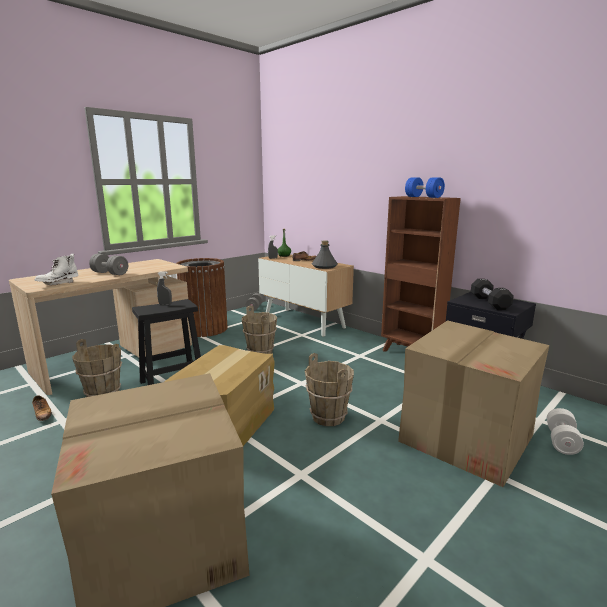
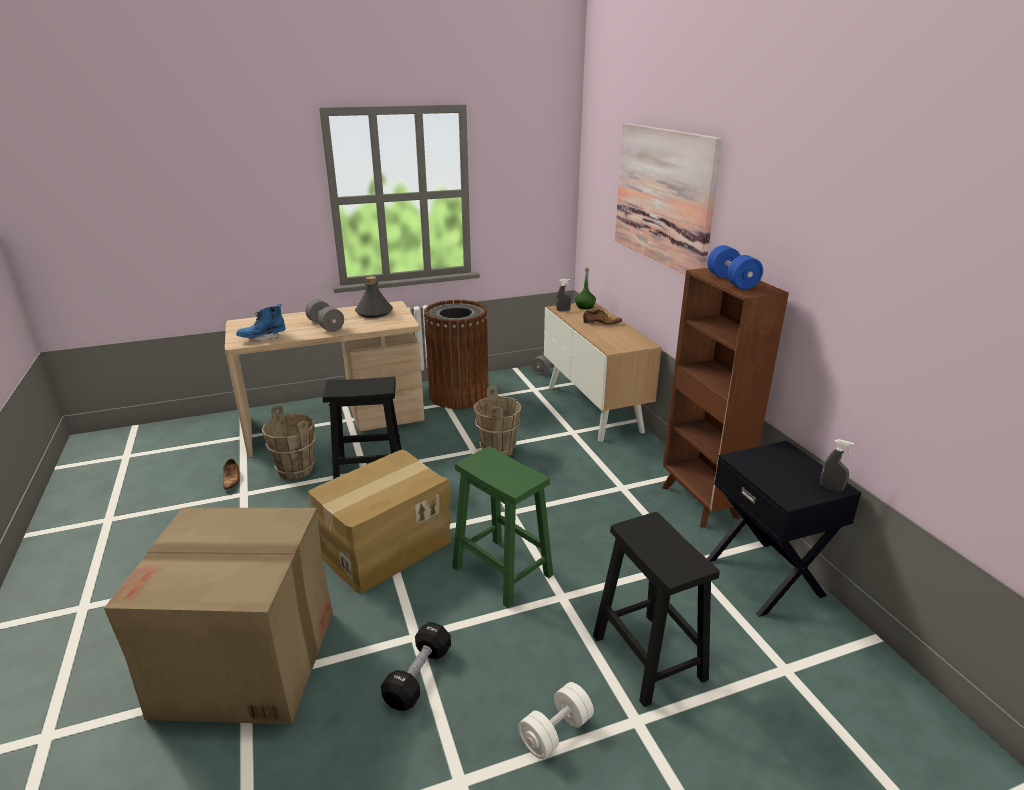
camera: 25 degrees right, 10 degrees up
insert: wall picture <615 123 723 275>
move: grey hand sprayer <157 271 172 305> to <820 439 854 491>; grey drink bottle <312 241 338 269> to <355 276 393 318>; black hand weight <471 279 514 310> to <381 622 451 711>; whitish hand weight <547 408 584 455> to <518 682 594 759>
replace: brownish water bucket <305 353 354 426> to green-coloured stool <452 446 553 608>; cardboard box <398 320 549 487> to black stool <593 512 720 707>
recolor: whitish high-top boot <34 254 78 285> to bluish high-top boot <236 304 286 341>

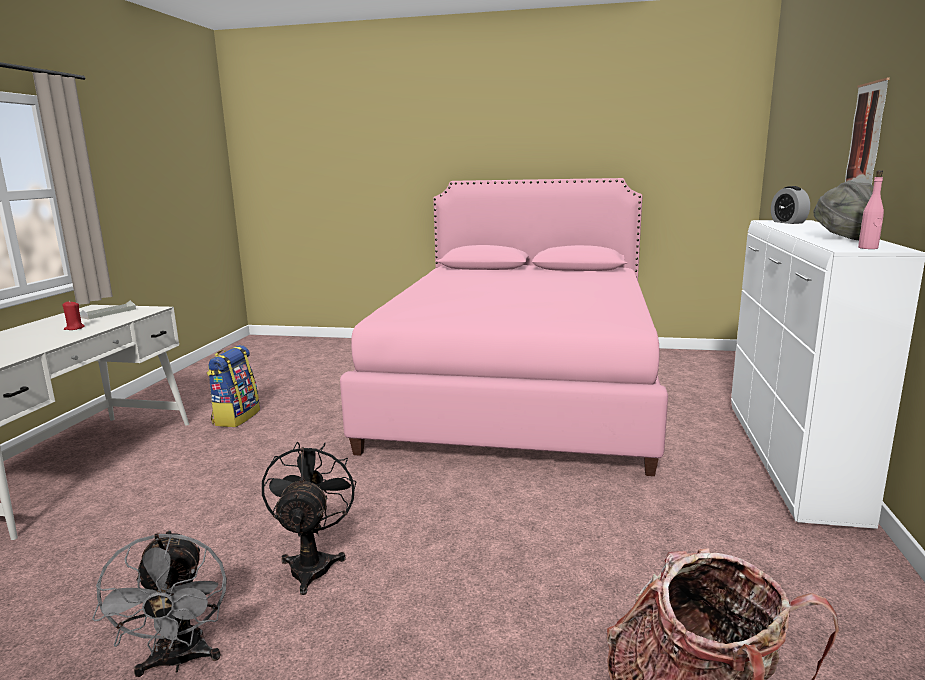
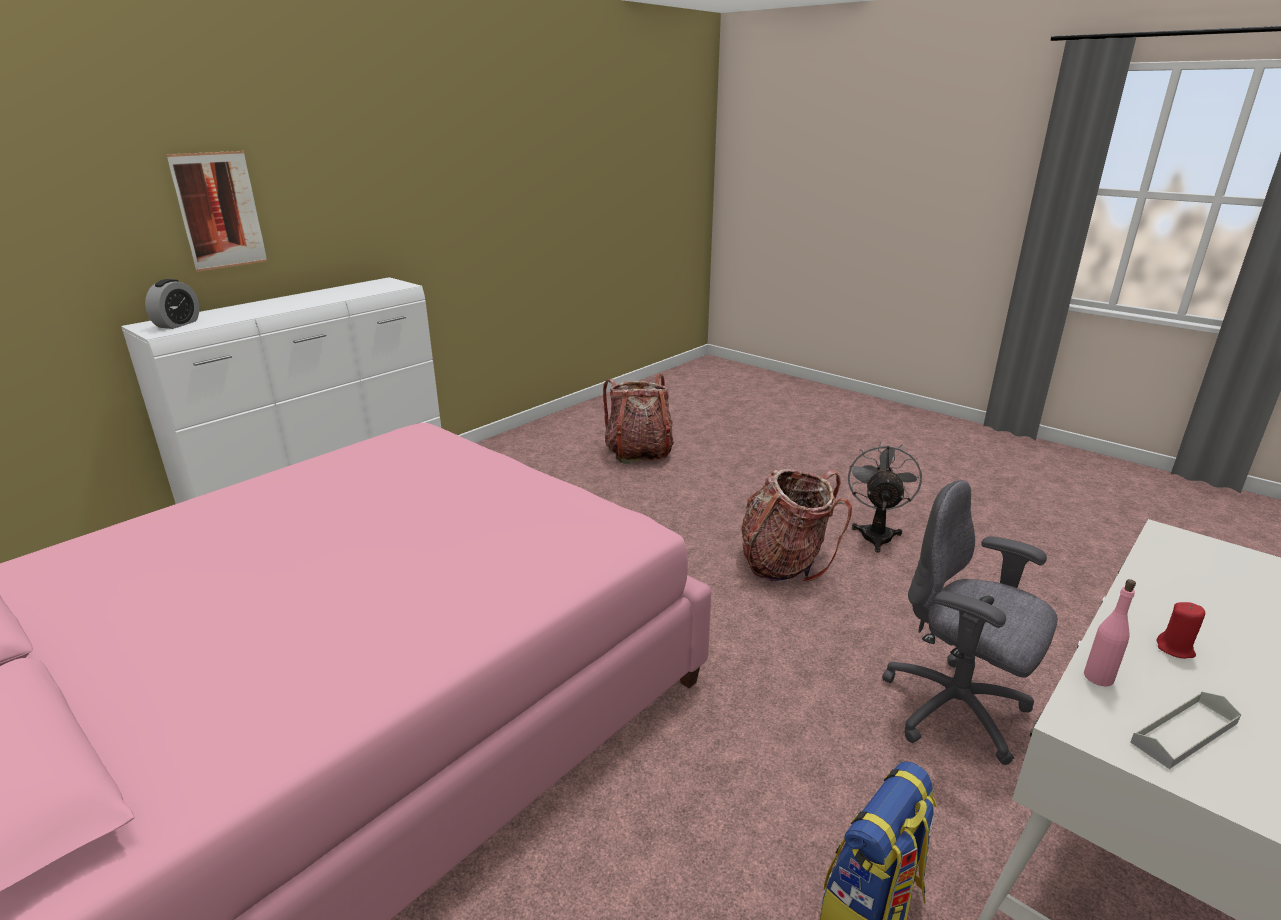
camera: 150 degrees left, 10 degrees up
delete: grey hat <814 181 873 240>
insert: grey office chair <882 480 1058 765>
move: pink drink bottle <858 170 884 249> to <1084 579 1136 687>
replace: black cooling fan <262 442 356 595> to knapsack <741 469 852 582>

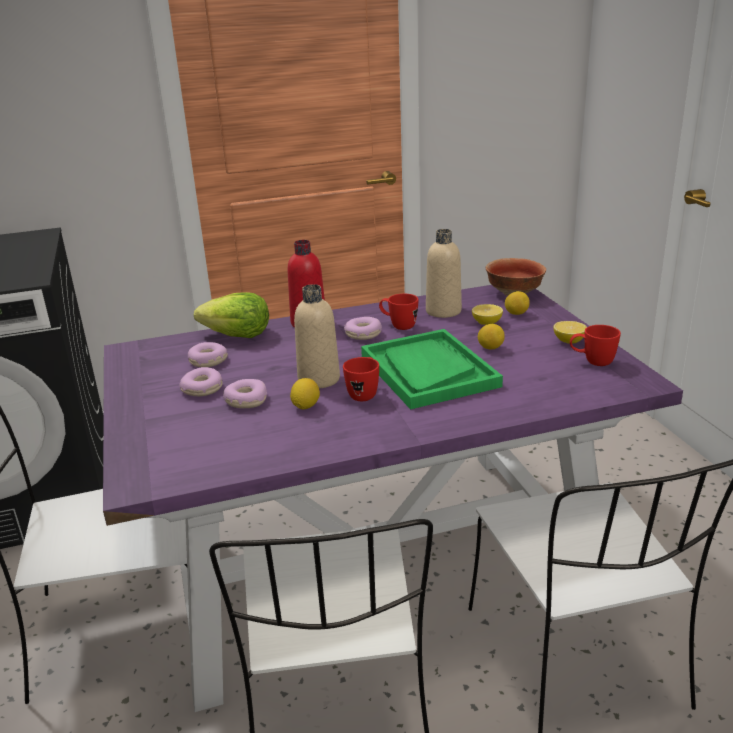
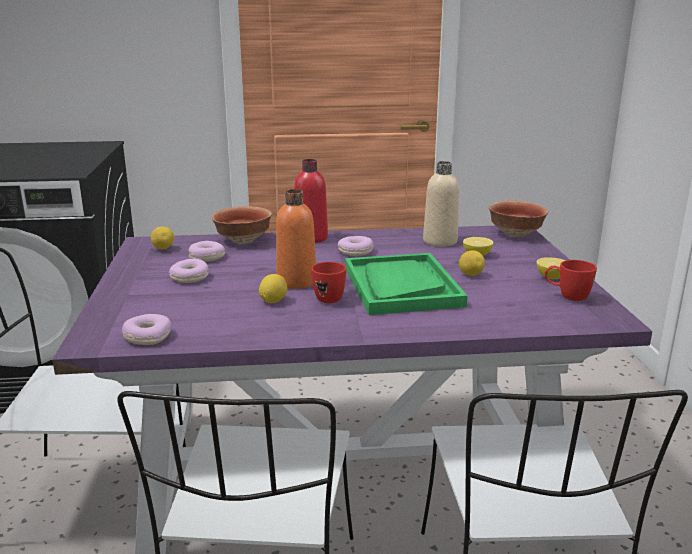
camera: 10 degrees right, 5 degrees down
delete: red tea mug <379 294 419 330>
move: donut <223 379 267 408> to <122 314 171 345>; citrus fruit <505 291 530 315> to <151 227 174 249>
replace: lettuce head <194 292 269 338> to deep dish <212 206 272 244>
recolor: sand-coloured drink bottle <294 284 340 388> to orange drink bottle <276 189 316 289>

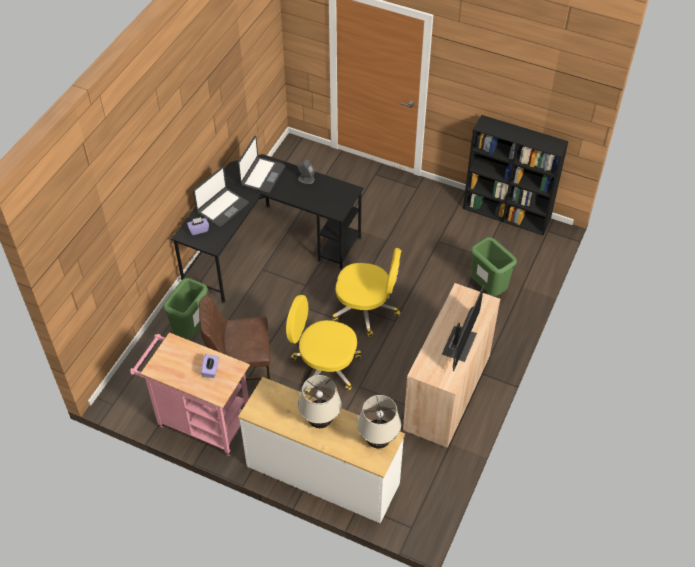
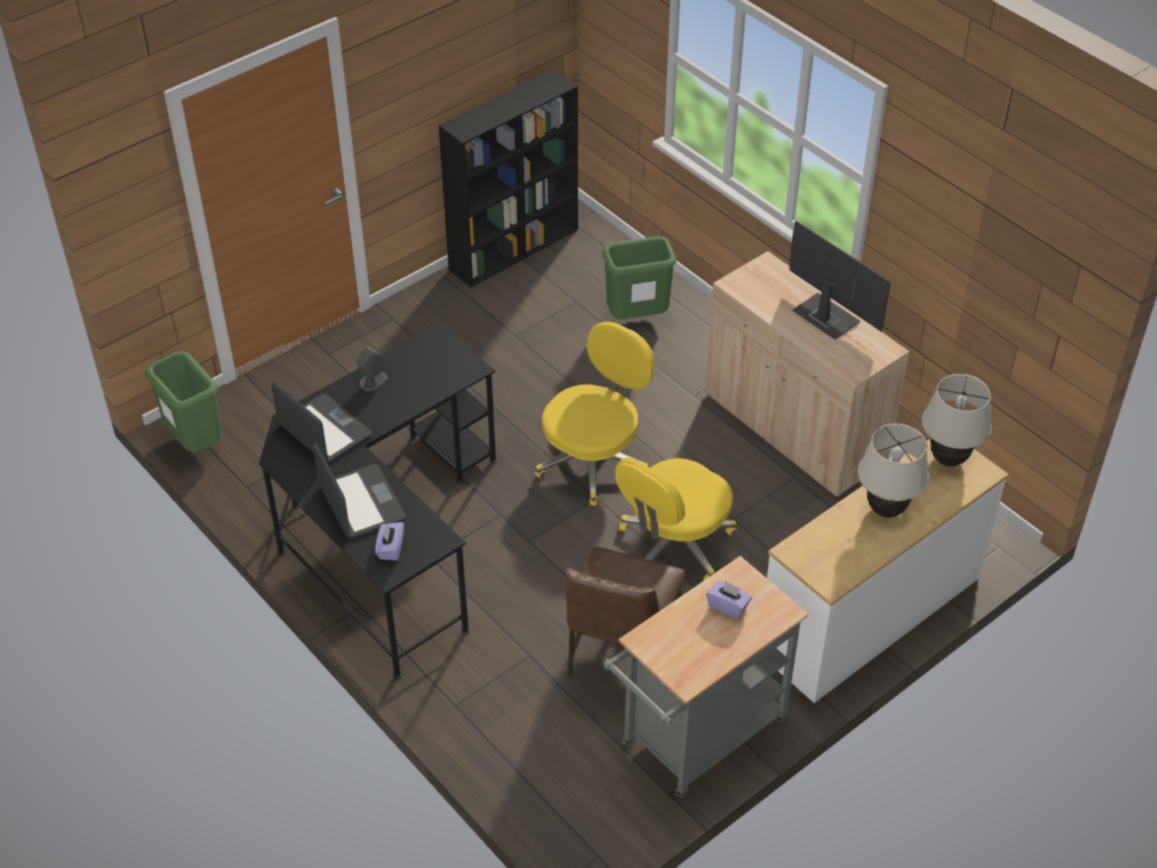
camera: 65 degrees left, 5 degrees down
move: green-coloured rubbish bin <163 278 208 339> to <145 351 221 452>
recolor: pink trolley <130 332 250 456> to grey trolley <604 556 808 798>

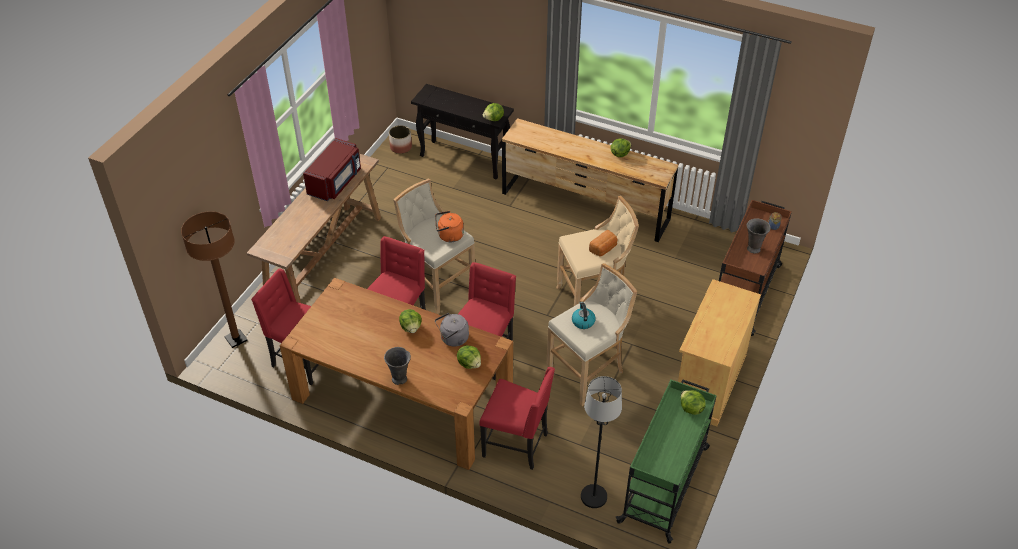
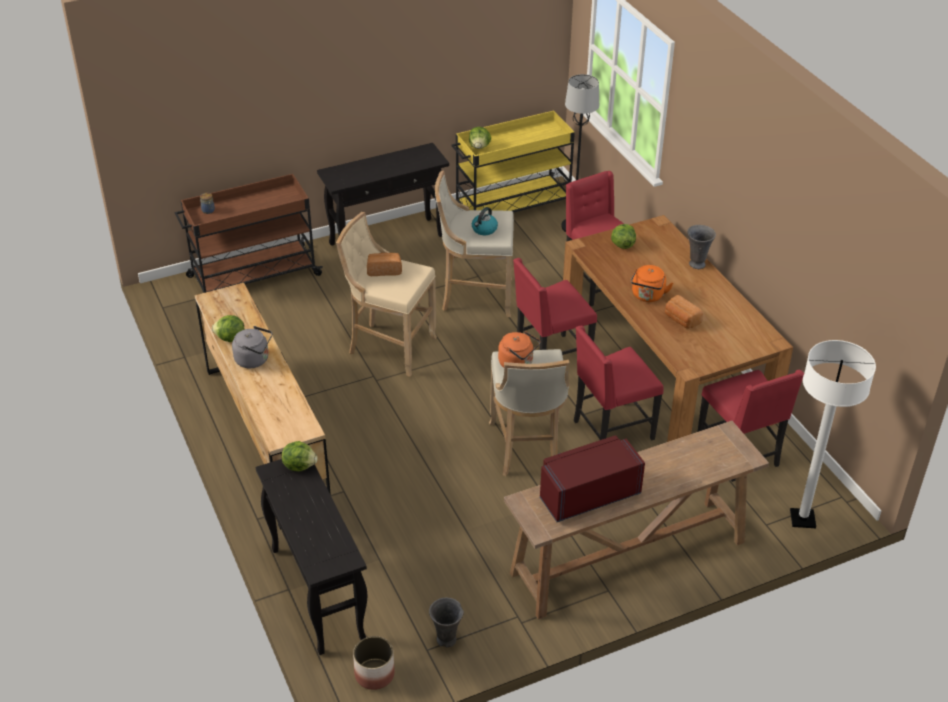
camera: 140 degrees left, 5 degrees down
insert: baked bread <665 295 703 329>
move: grey tea kettle <435 313 469 347> to <232 326 272 368>; grey decorative vase <746 218 771 253> to <429 598 464 648>
replace: lettuce head <399 309 422 333> to orange tea kettle <631 265 673 302>; sand-coloured storage cabinet <678 279 761 427> to black narrow table <317 143 449 246>
recolor: brownish standing lamp <181 211 248 348> to whitish standing lamp <790 340 876 528>; green-coloured trolley <615 380 717 544> to yellowish trolley <452 111 575 213>

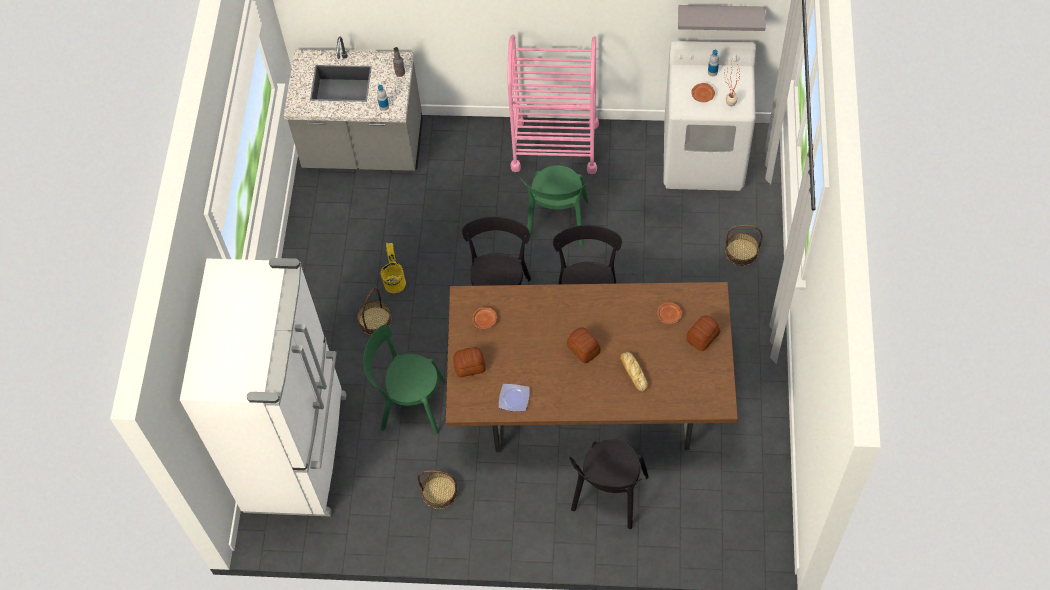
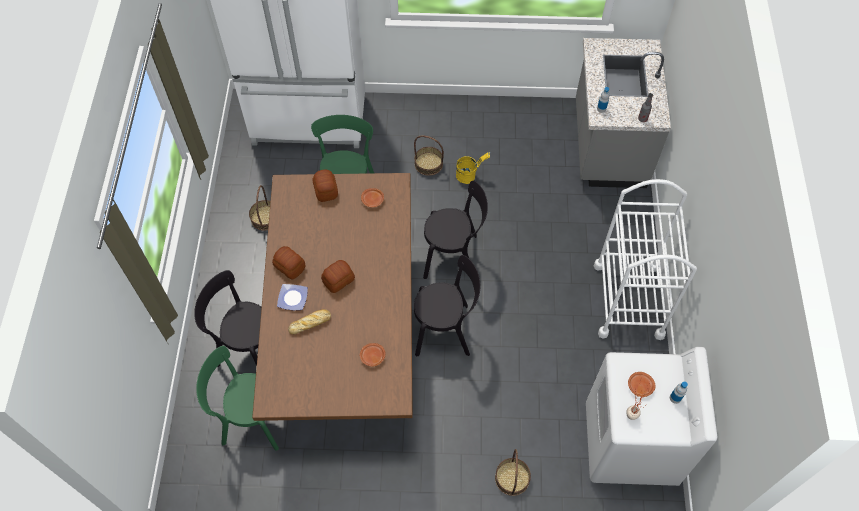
camera: 85 degrees right, 0 degrees up
delete: grey wall shelf <678 5 766 31>
move: plate <499 384 530 412> to <277 284 308 310>; green-coloured chair <520 165 589 246> to <196 346 279 451>; baked bread <686 315 720 351> to <272 246 306 279>
recolor: pink trolley <507 35 599 174> to whitish trolley <594 179 697 340>

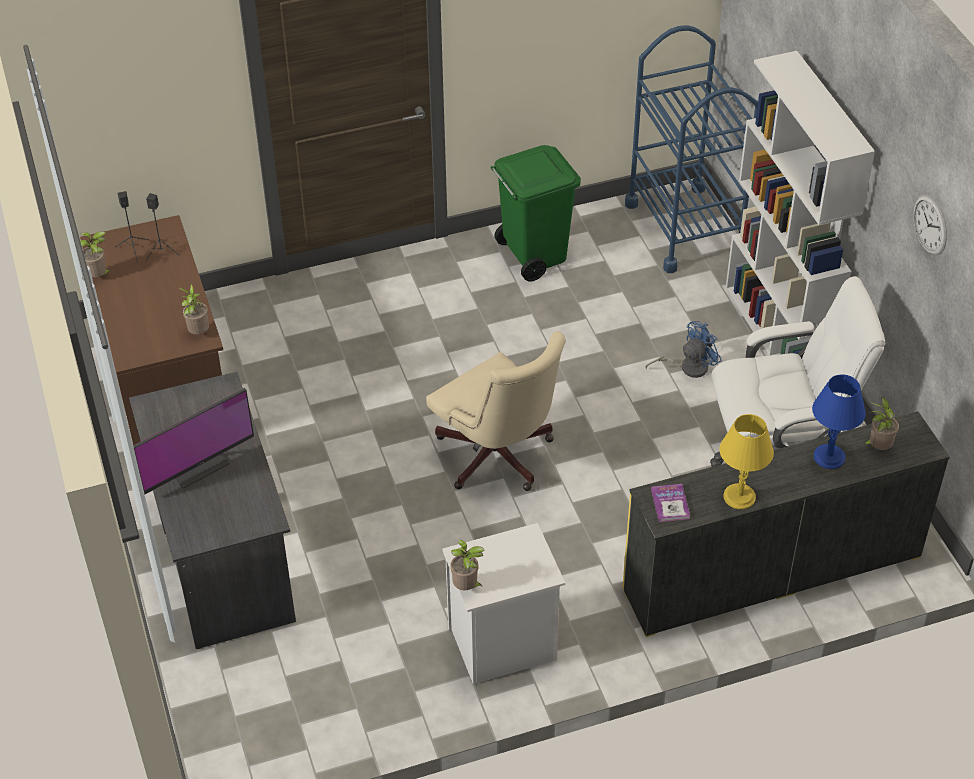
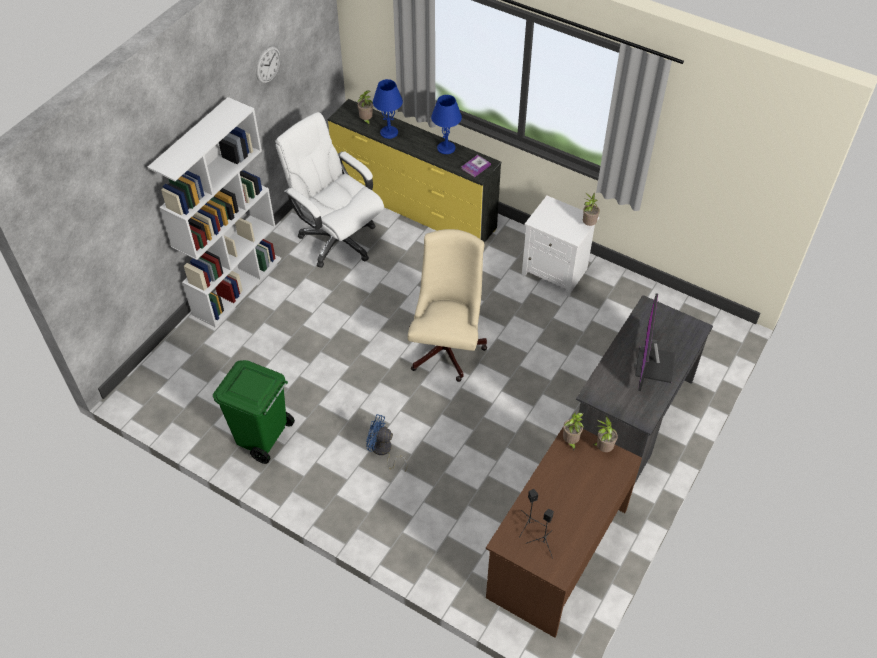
camera: 130 degrees left, 5 degrees up
delete: bluish trolley <625 25 758 273>
move: plant in a pot <80 231 113 277> to <593 416 618 452>; bluish cooling fan <645 321 722 378> to <366 414 407 471>
recolor: yellowish table lamp <720 414 774 509> to bluish table lamp <431 95 462 154>
rotate: computer screen <133 388 254 494> = <635 293 675 391> 90 degrees counterclockwise

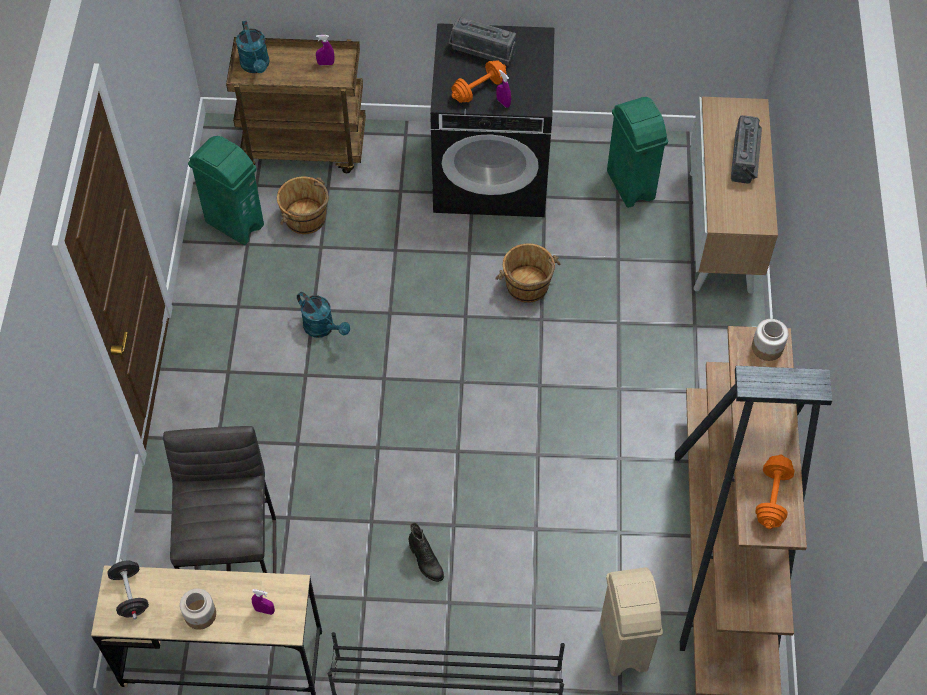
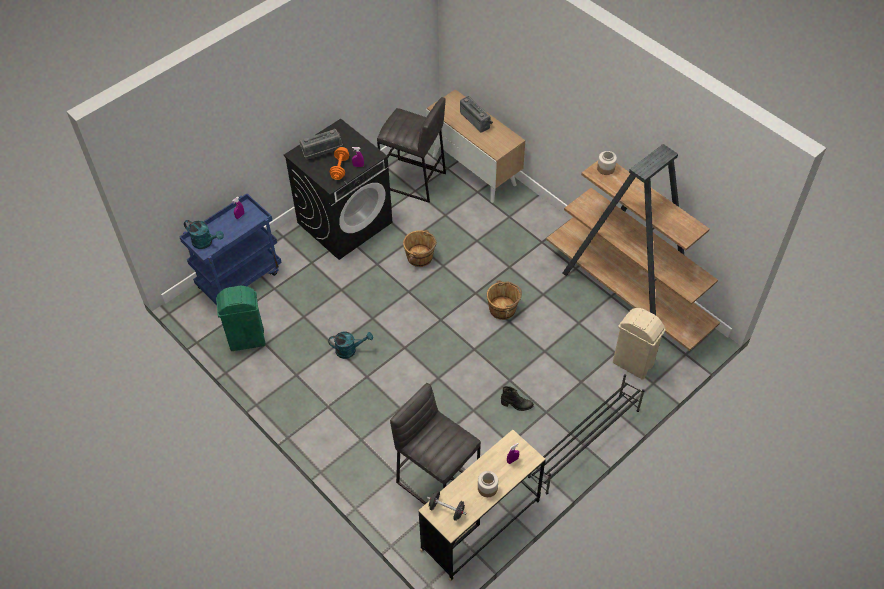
camera: 45 degrees left, 5 degrees down
delete: orange hand weight <755 454 795 529>
move: brownish water bucket <277 176 329 234> to <487 280 522 320>
replace: green-coloured rubbish bin <607 97 668 208> to grey stool <377 97 446 203>
recolor: brownish trolley <226 37 366 173> to bluish trolley <180 194 282 305>

